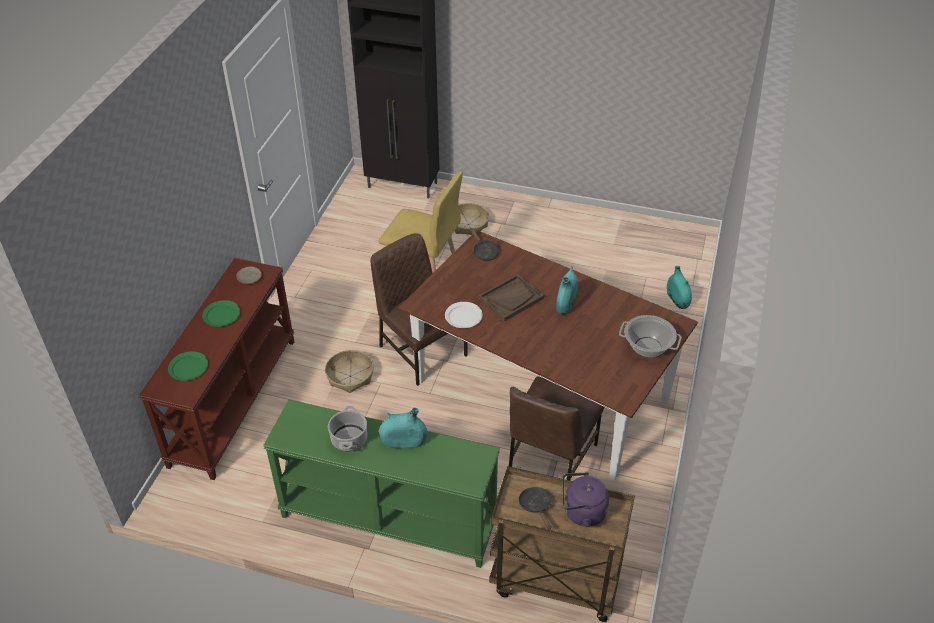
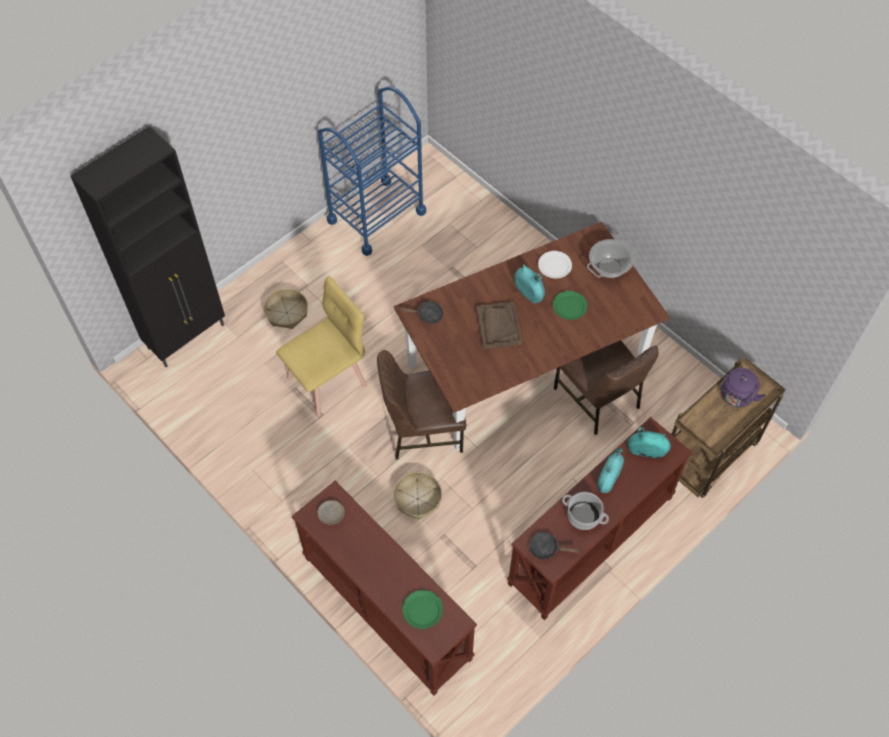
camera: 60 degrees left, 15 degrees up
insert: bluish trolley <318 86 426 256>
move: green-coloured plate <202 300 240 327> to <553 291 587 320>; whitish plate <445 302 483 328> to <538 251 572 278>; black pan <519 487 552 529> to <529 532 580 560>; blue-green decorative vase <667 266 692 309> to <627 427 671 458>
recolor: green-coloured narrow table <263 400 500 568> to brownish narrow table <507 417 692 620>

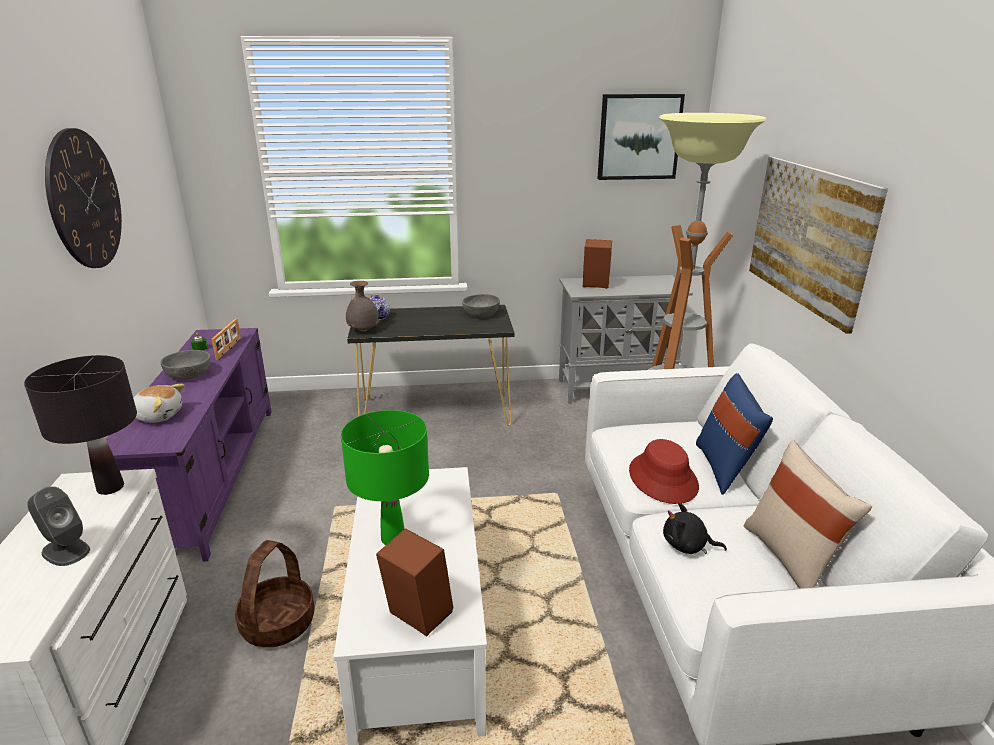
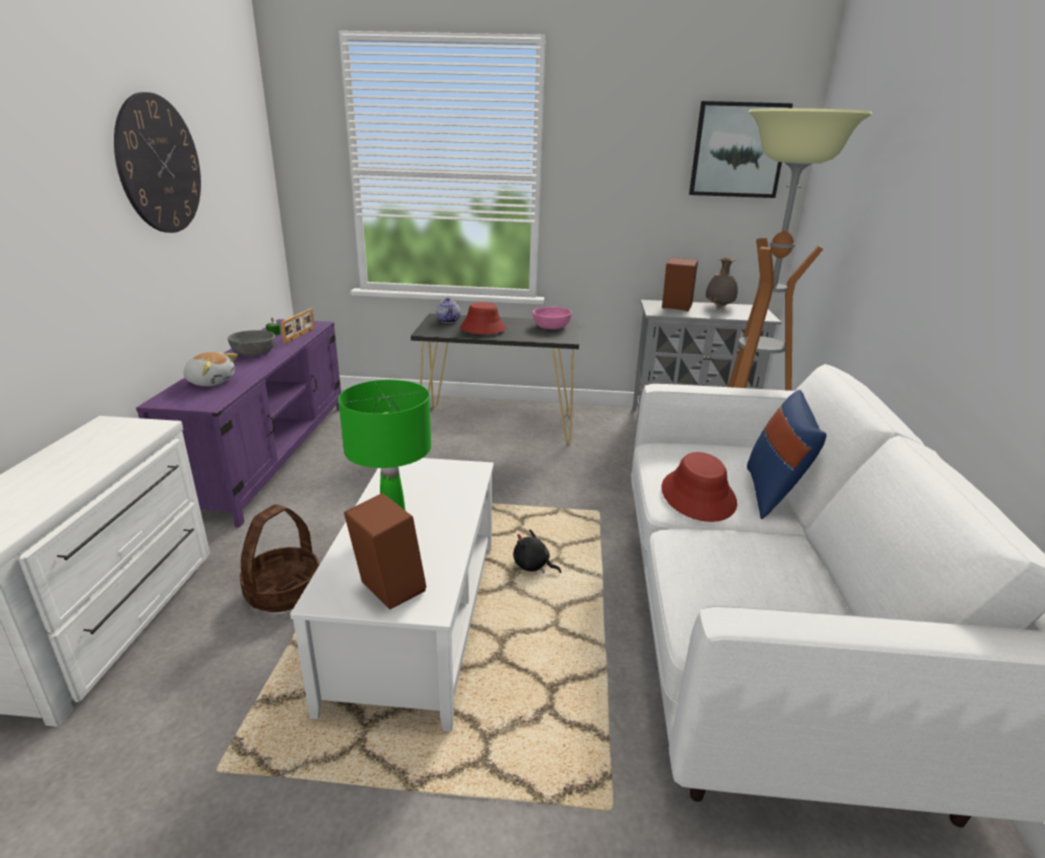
camera: 10 degrees right, 0 degrees up
delete: black table lamp <24 355 137 495>; grey loudspeaker <27 486 90 566>; sand-coloured throw pillow <744 440 872 589>; wall picture <749 157 888 334>
insert: red hat <460 302 506 334>
move: grey decorative vase <346 281 379 332> to <706 257 738 307>; black cuddly toy <663 503 727 554> to <513 529 561 573>
recolor: grey deep dish <462 294 500 318> to pink deep dish <533 307 572 329>

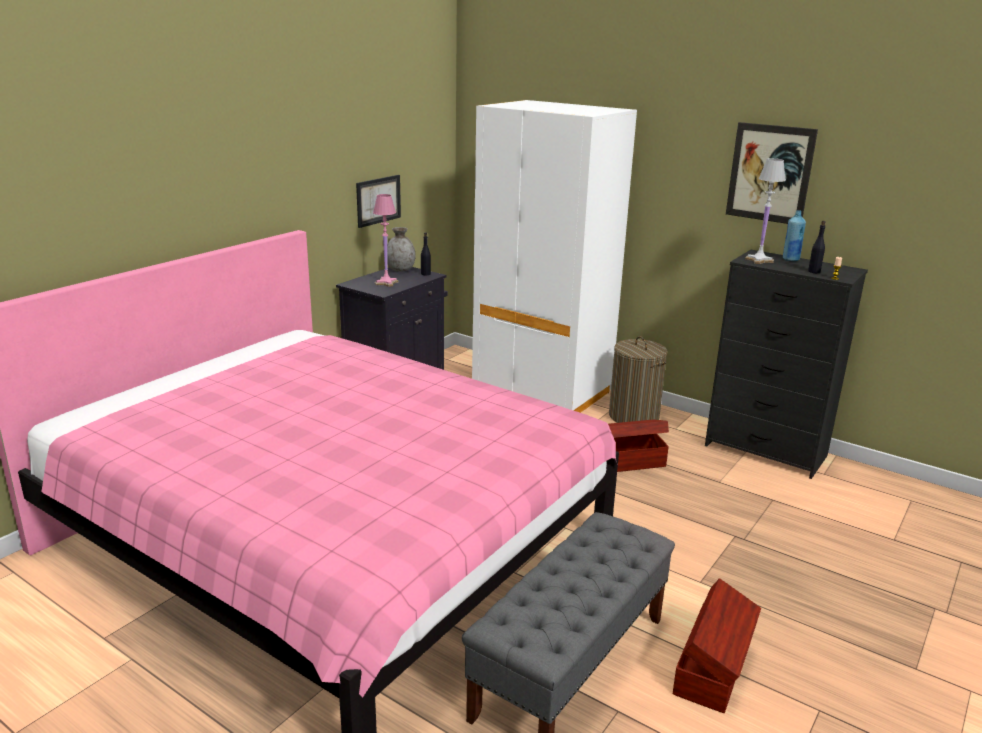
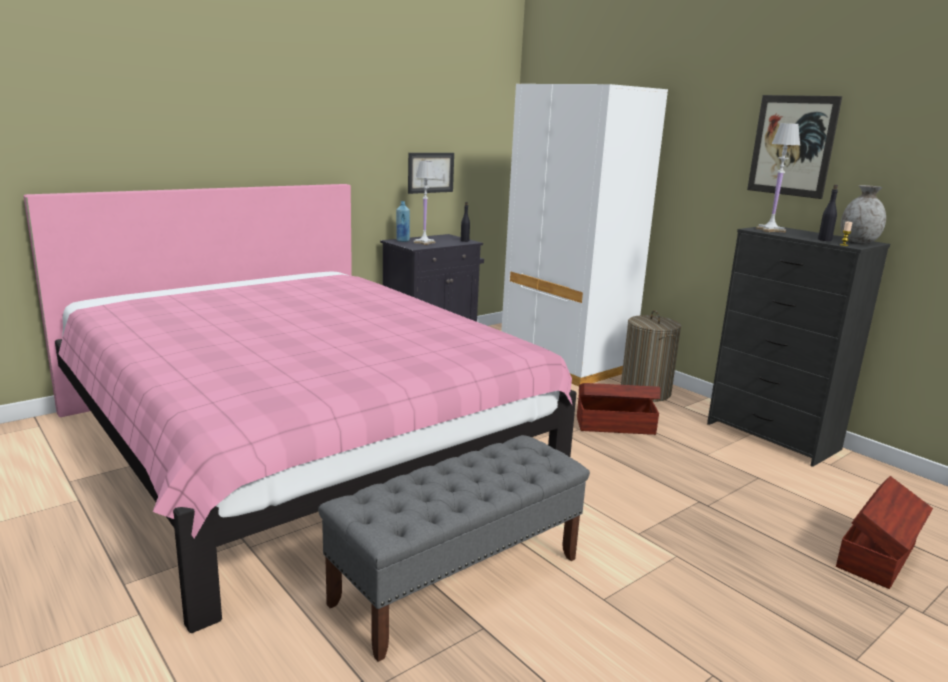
camera: 15 degrees right, 5 degrees down
move: grey decorative vase <387 227 416 272> to <840 185 886 243>; brownish storage box <673 578 761 713> to <836 476 933 589>; bluish drink bottle <783 210 806 261> to <396 201 410 242>
recolor: pink table lamp <373 194 398 287> to whitish table lamp <413 161 436 245>

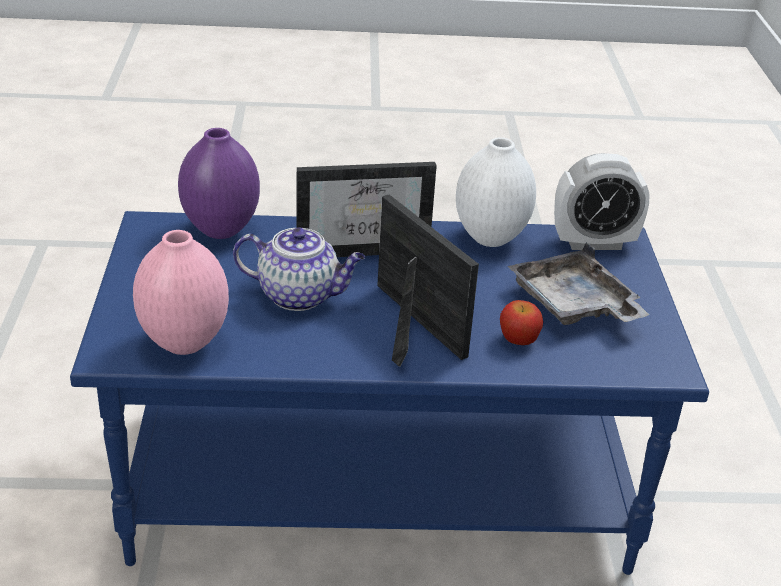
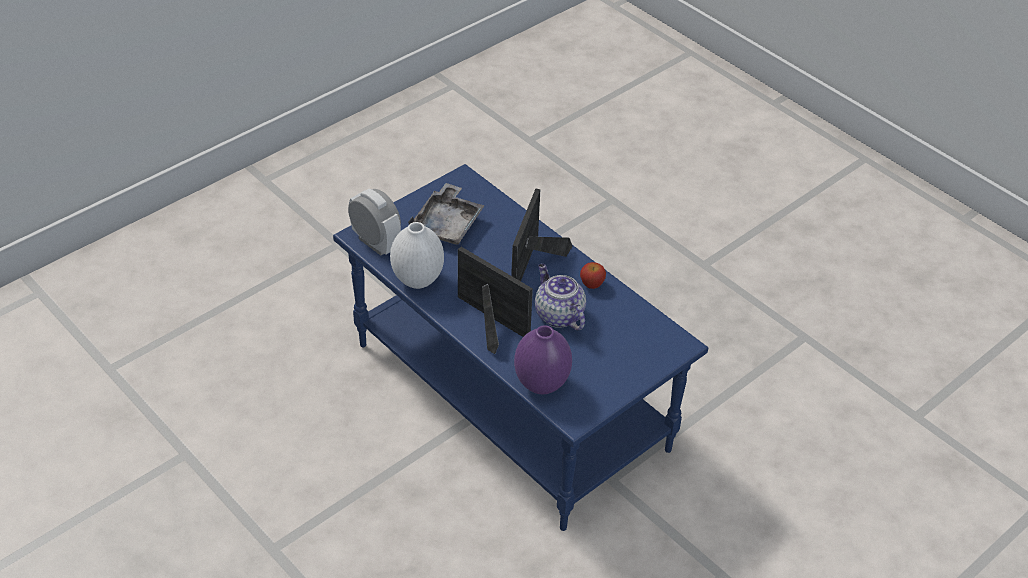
camera: 130 degrees left, 10 degrees up
delete: pink decorative vase <133 230 229 355>
move: apple fruit <500 300 543 345> to <580 262 606 289>

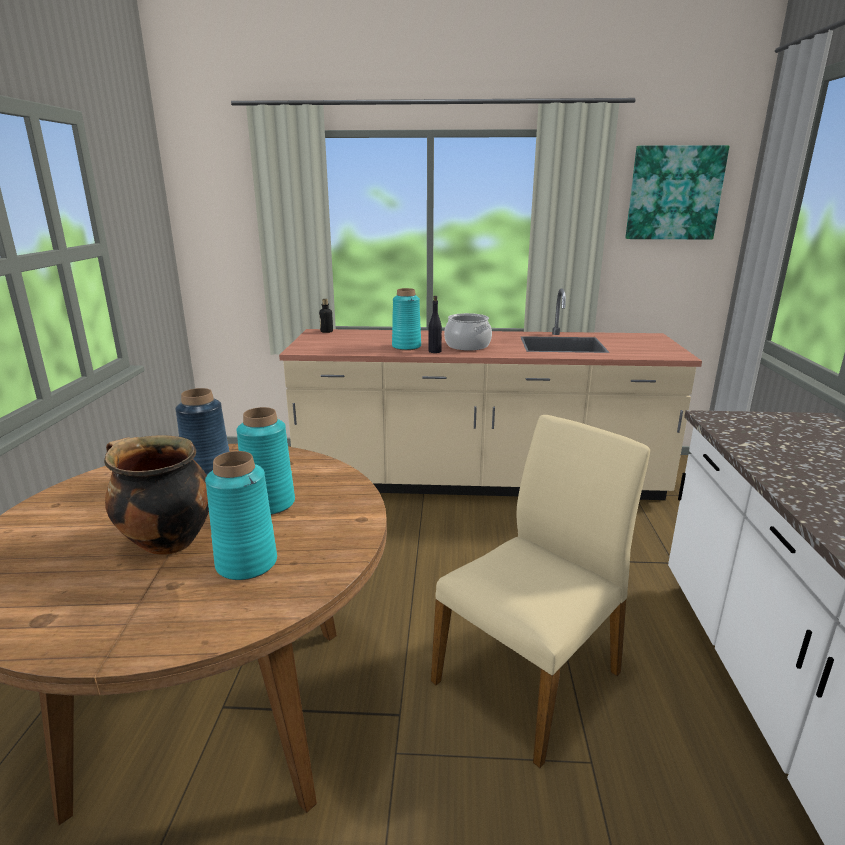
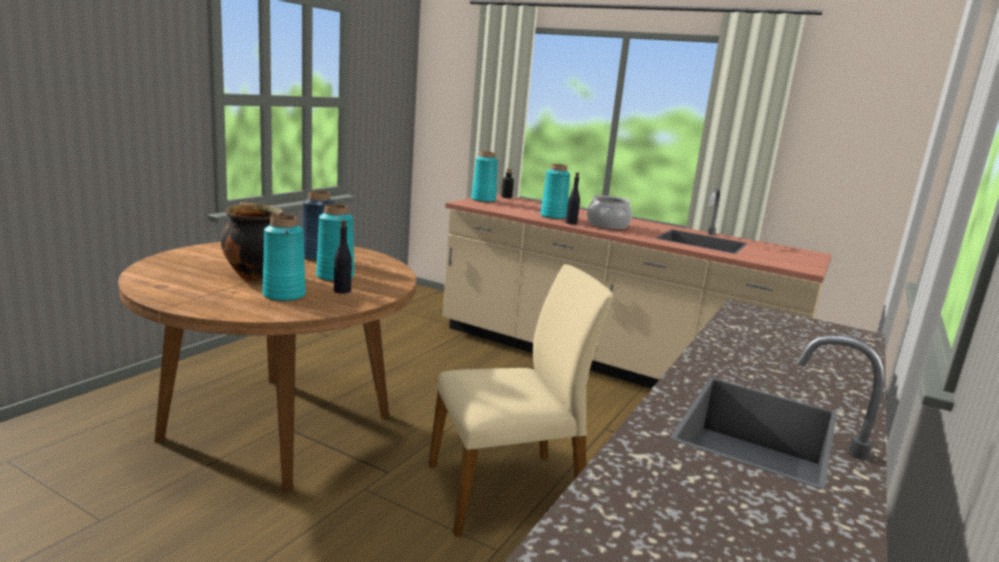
camera: 25 degrees right, 5 degrees down
delete: wall picture <625 145 729 240>
insert: black drink bottle <334 220 352 294>; blue-green decorative vase <472 151 498 202>

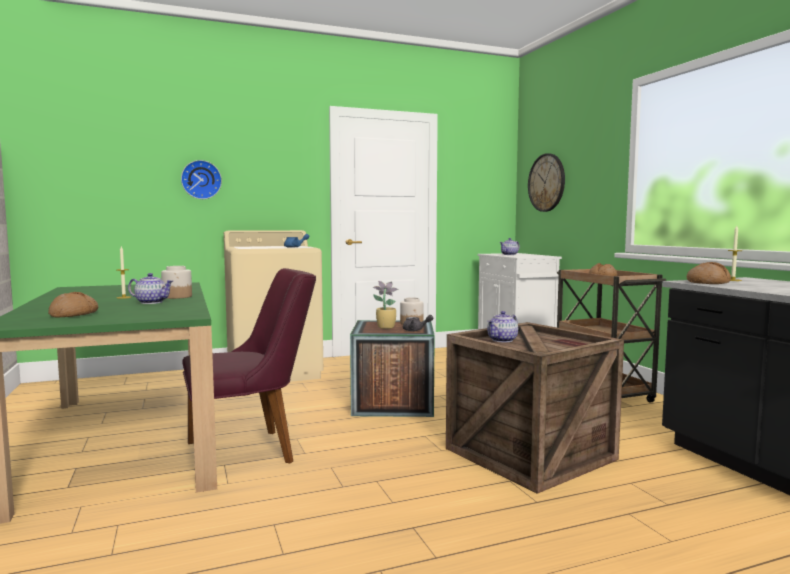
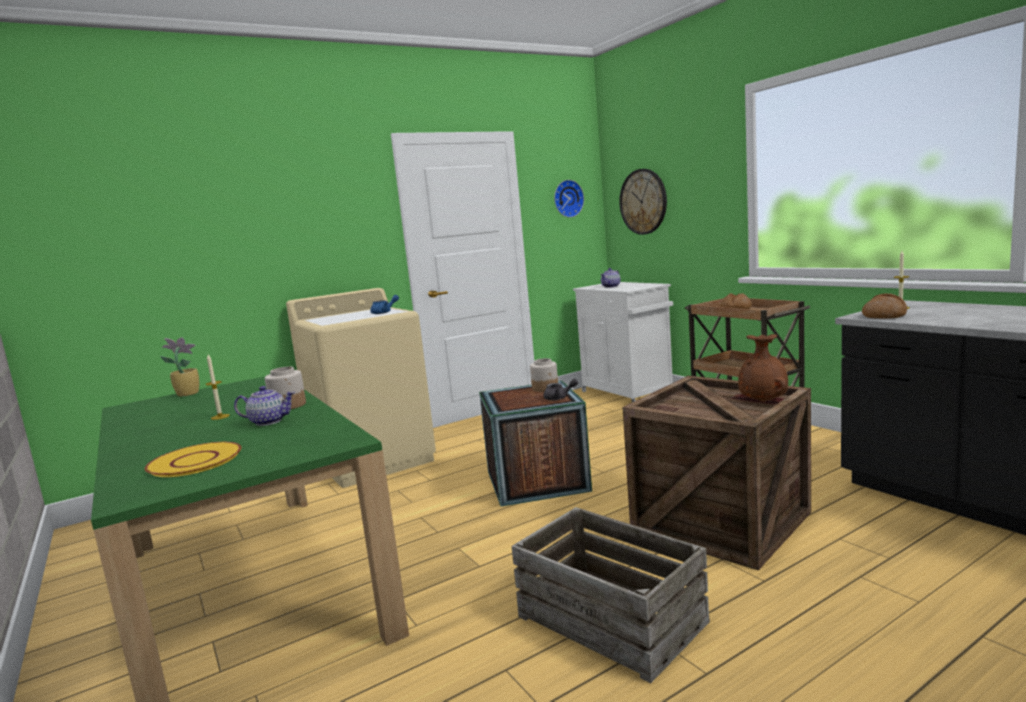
camera: 10 degrees left, 5 degrees up
delete: purplish chair <182 268 316 463>; pot for tea <487 311 518 342>
insert: crate <511 507 710 683>; brownish decorative vase <738 334 788 402>
move: clock on the wall <181 160 222 199> to <554 180 584 218>; plant in a pot <373 281 399 329> to <160 337 199 396>
replace: baked bread <48 292 98 318> to yellowish plate <145 442 242 477>

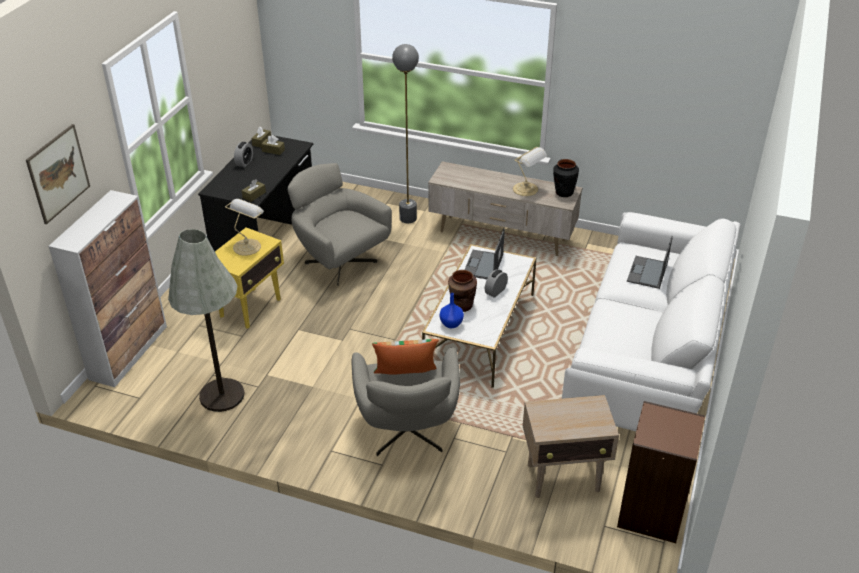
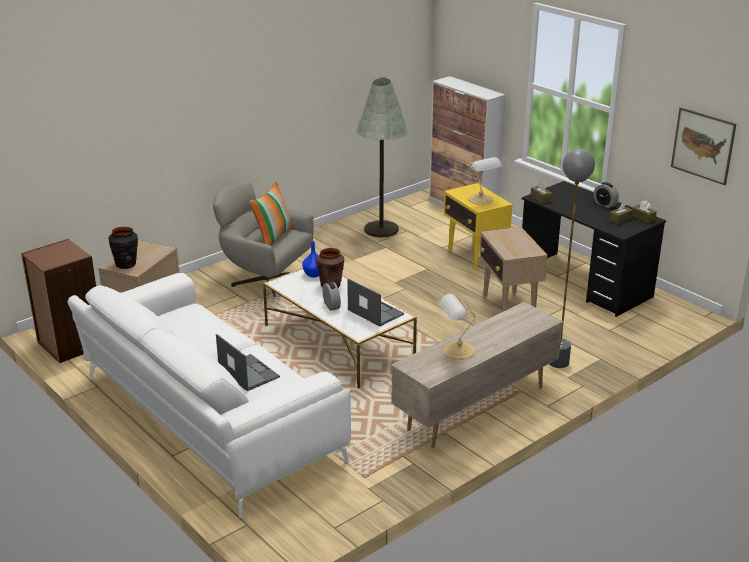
camera: 120 degrees right, 10 degrees down
move: wall picture <26 124 90 224> to <671 107 736 185>; black decorative vase <553 159 579 197> to <109 227 138 269>
replace: grey lounge chair <287 163 392 285> to sand-coloured accent table <479 227 548 312>

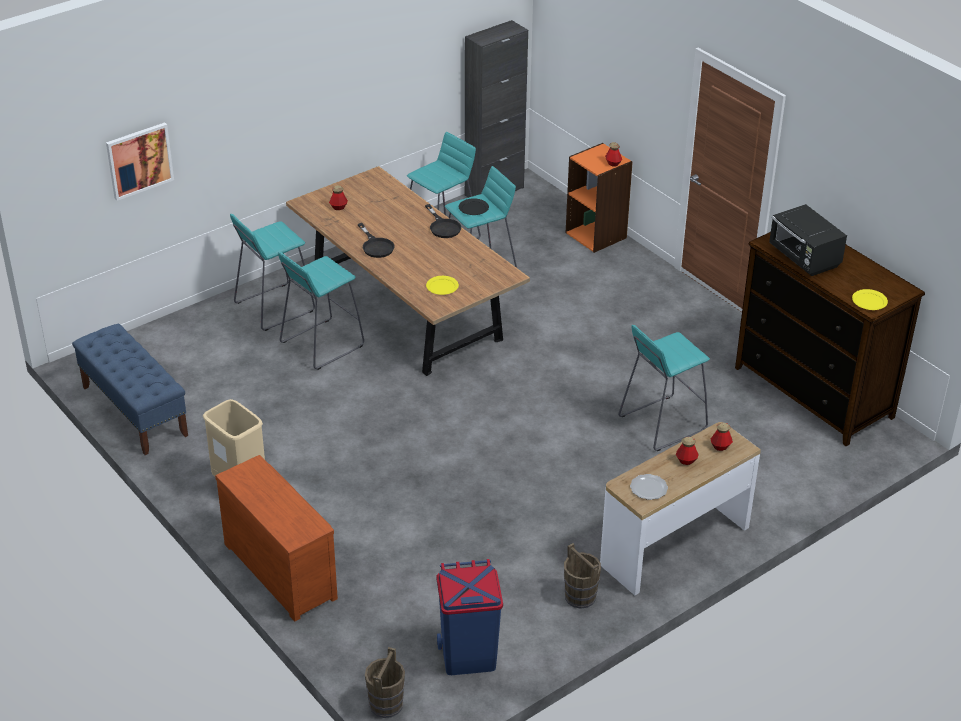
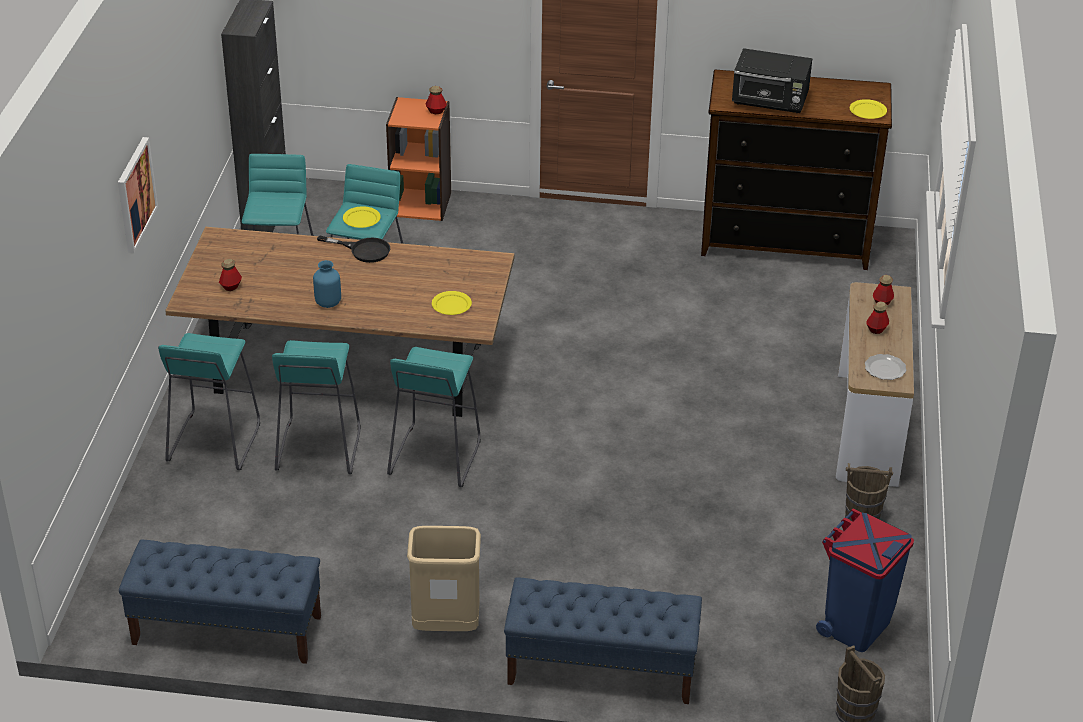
camera: 45 degrees left, 0 degrees up
move: wall picture <106 122 174 201> to <118 137 158 253>; blue-green stool <618 325 710 451> to <387 347 481 487>
replace: brownish chest of drawers <215 455 338 621> to bluish long seat <504 577 702 704>; black pan <358 223 395 258> to bluish decorative vase <313 260 341 308>
recolor: black plate <459 198 489 215> to yellowish plate <343 206 381 228>

